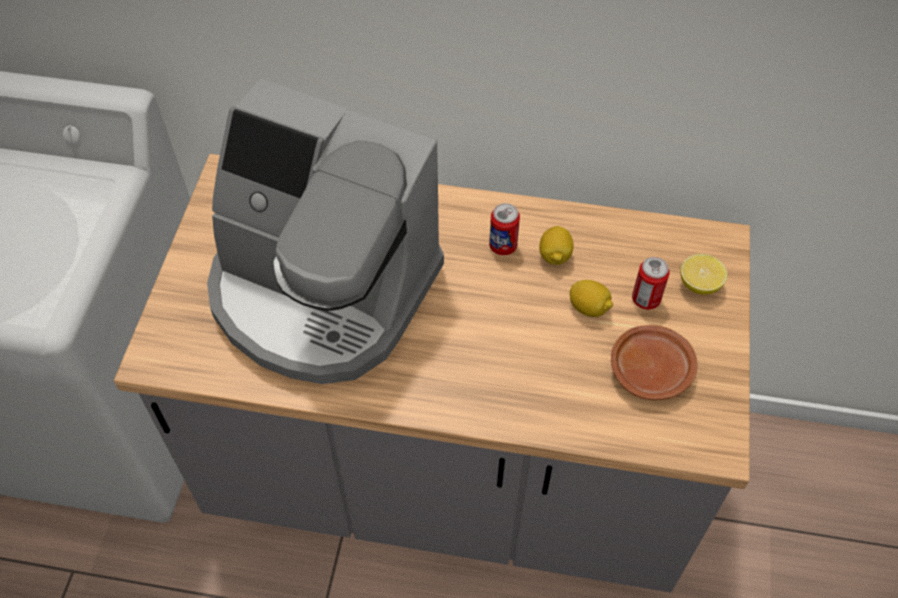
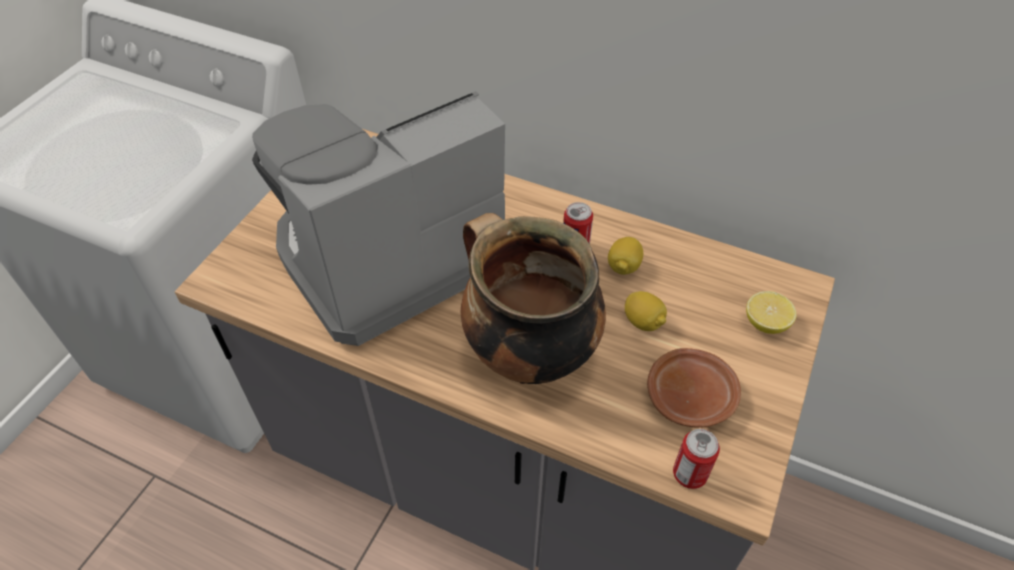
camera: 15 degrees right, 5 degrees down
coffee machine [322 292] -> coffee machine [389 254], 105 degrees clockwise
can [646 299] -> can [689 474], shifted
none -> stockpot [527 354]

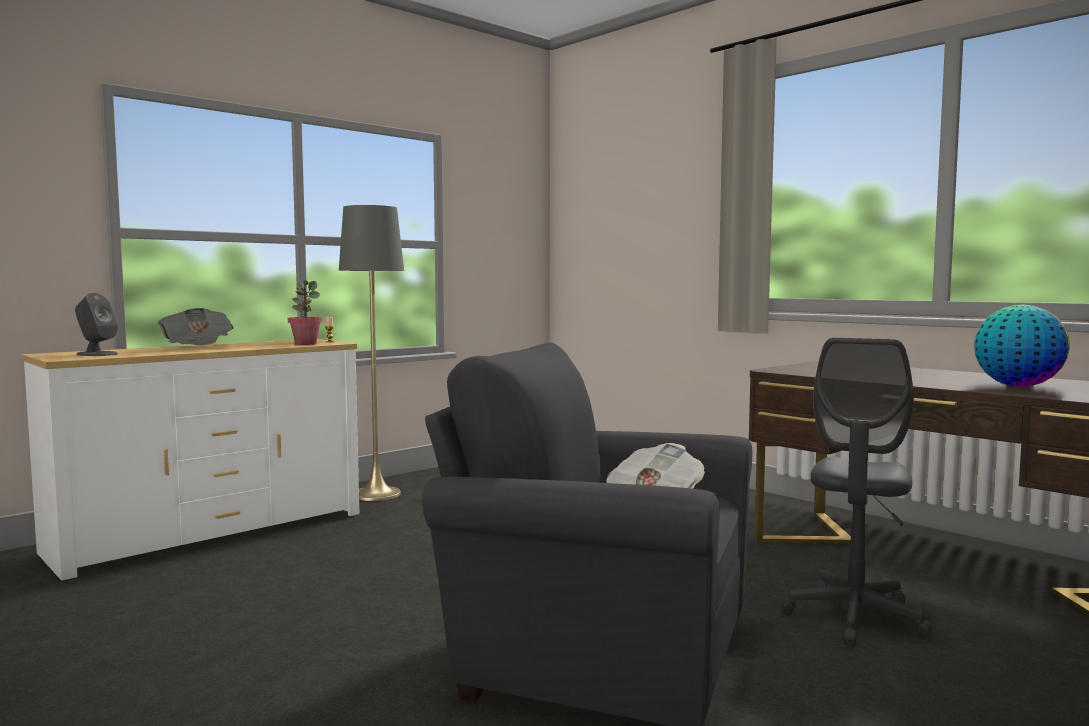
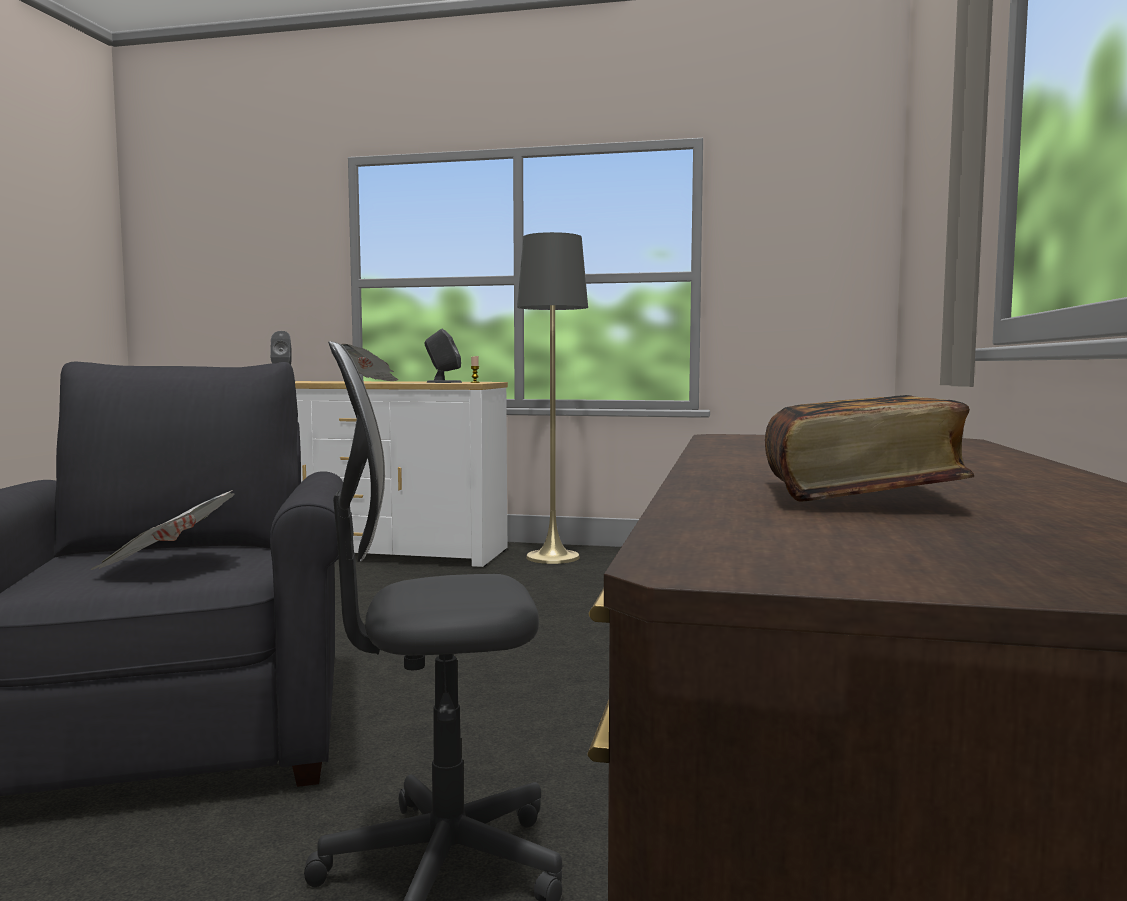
camera: 55 degrees right, 0 degrees up
potted plant [305 344] -> greyish loudspeaker [443 382]
globe [1017 386] -> bound book [857 495]

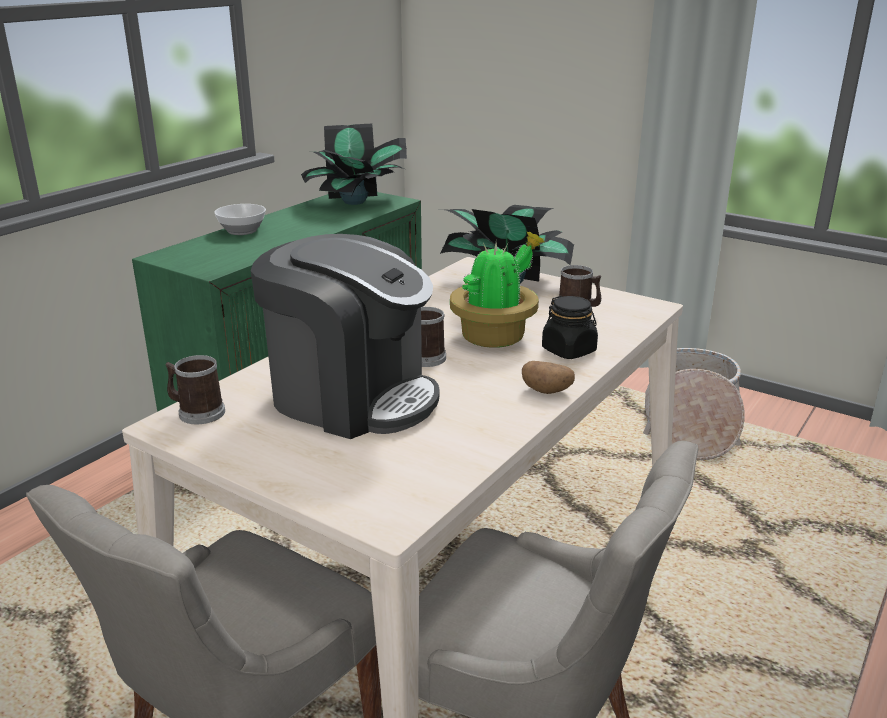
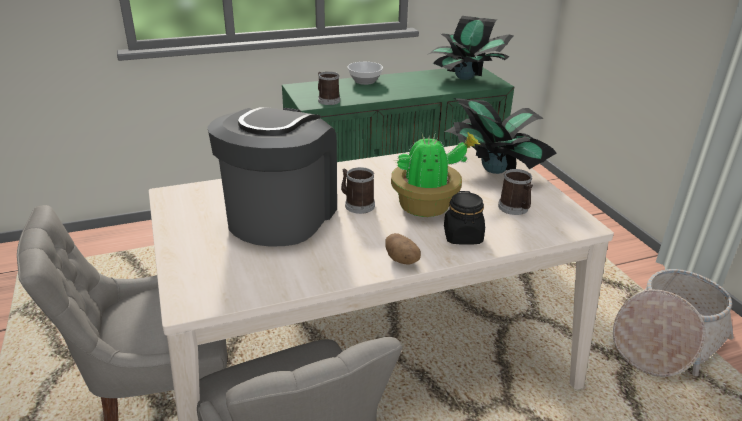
camera: 35 degrees right, 5 degrees up
mug [197 412] -> mug [327 100], shifted
coffee machine [352 397] -> coffee machine [280 215], 135 degrees counterclockwise

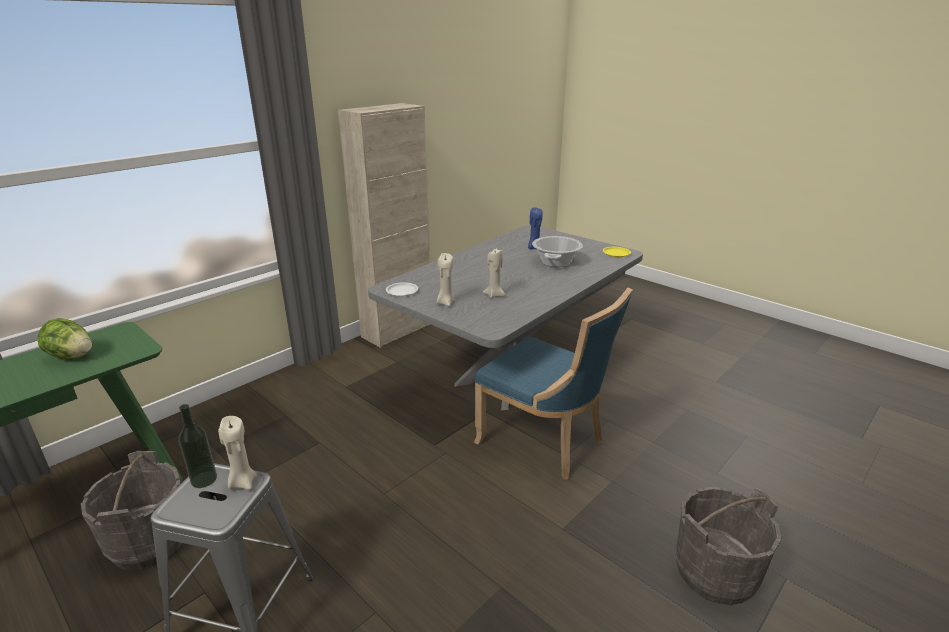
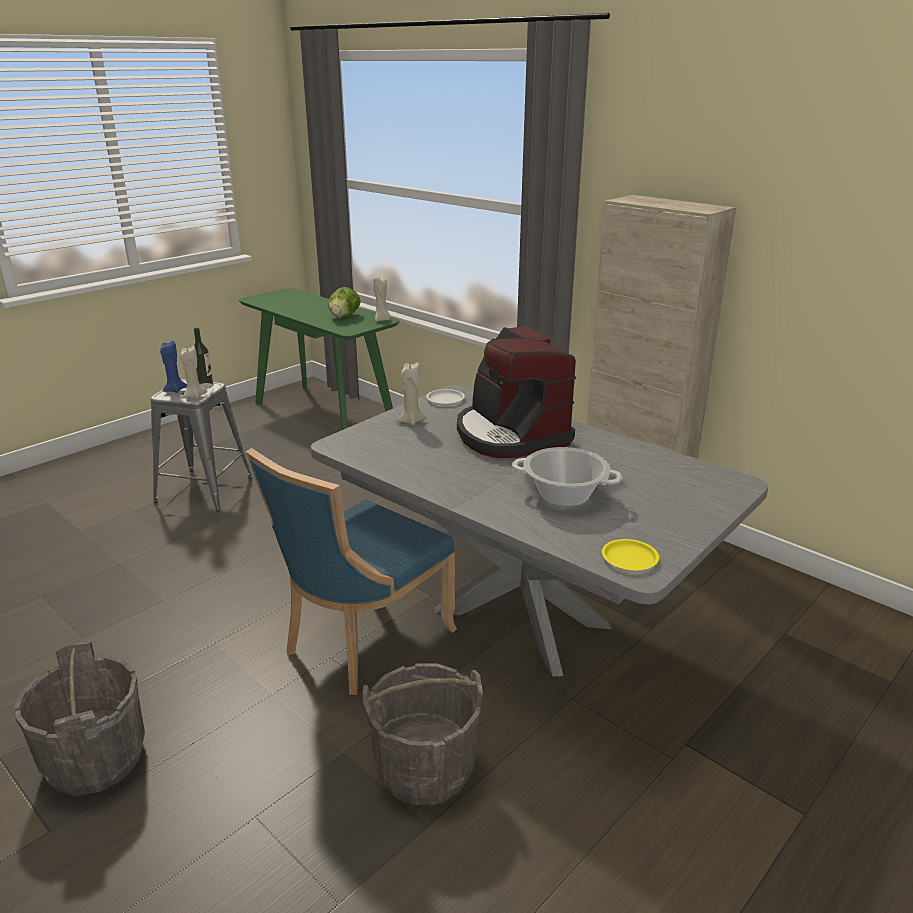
camera: 90 degrees right, 0 degrees up
greyish pail [149 541] -> greyish pail [425 768], shifted
beige candle [494 295] -> beige candle [382 320], shifted
bluish candle [534 248] -> bluish candle [174 390], shifted
none -> coffee machine [510 434]

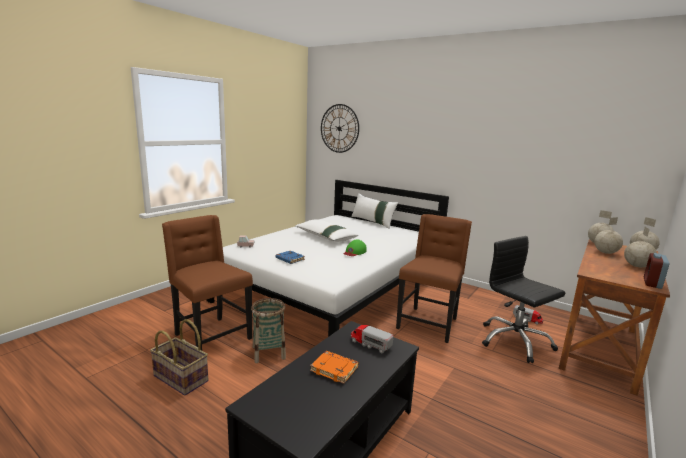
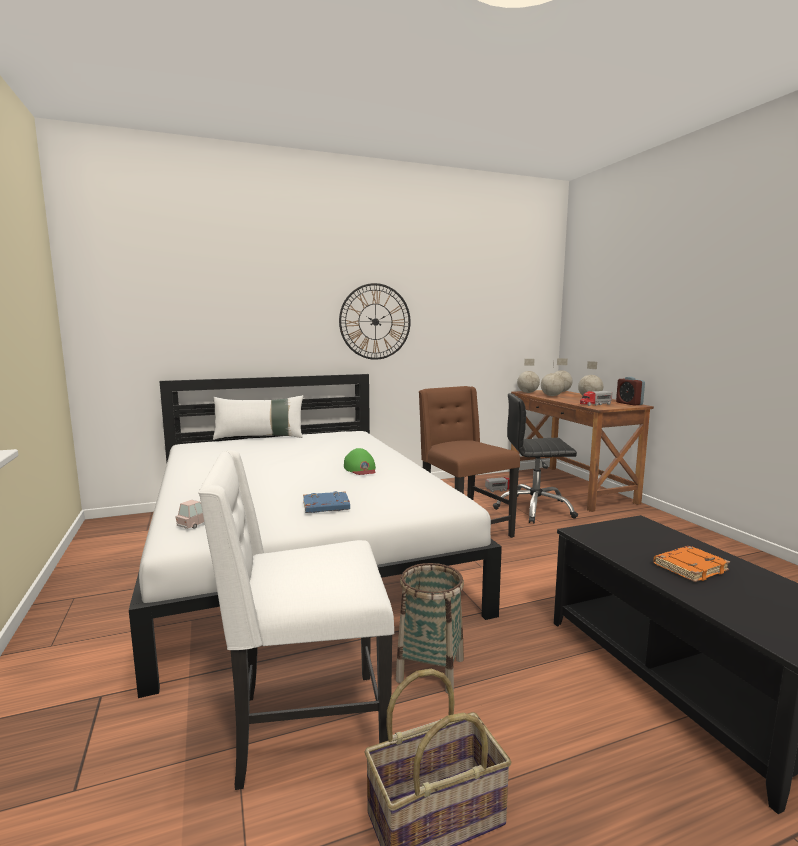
camera: 55 degrees left, 5 degrees down
brown-coloured chair [211 337] -> white-coloured chair [307 729]
white-coloured pillow [325 237] -> none
wall clock [339 128] -> wall clock [375 321], shifted
toy lorry [370 344] -> toy lorry [595 404], shifted

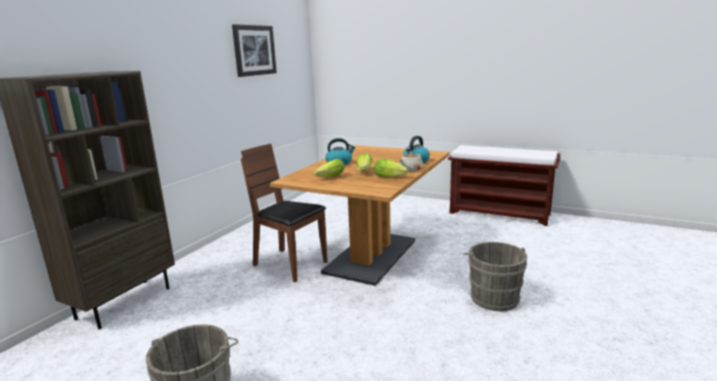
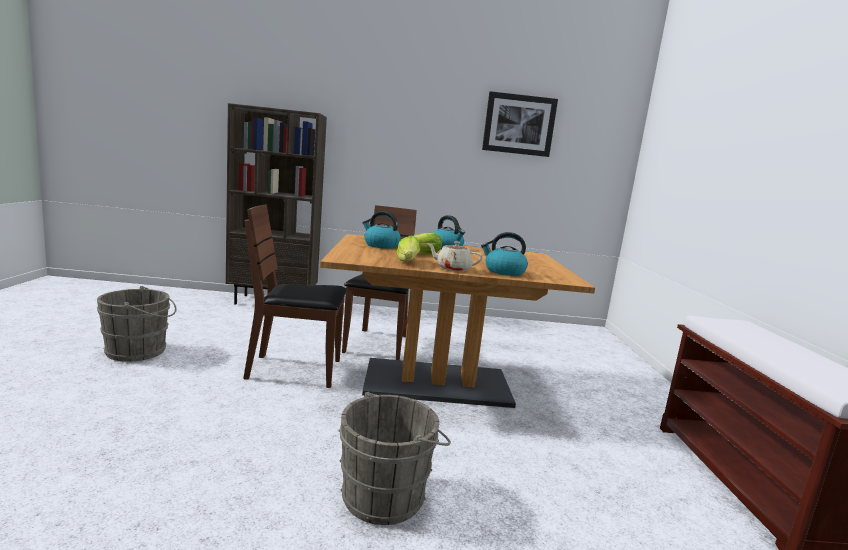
camera: 60 degrees right, 5 degrees down
head of lettuce [329 177] -> water kettle [381 245]
none -> brown-coloured chair [295 370]

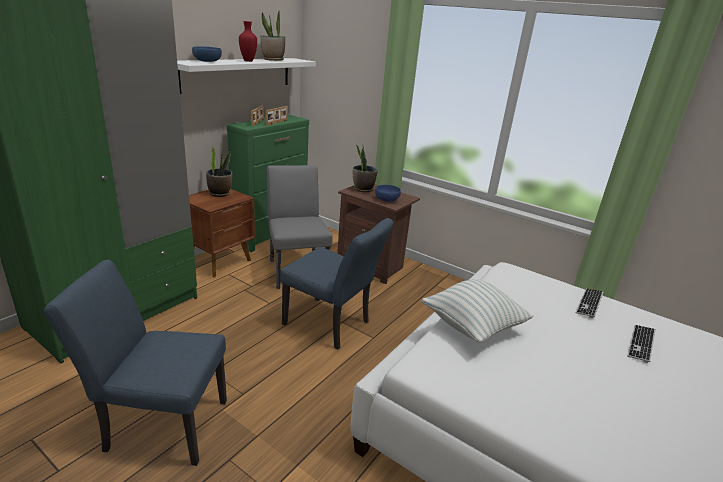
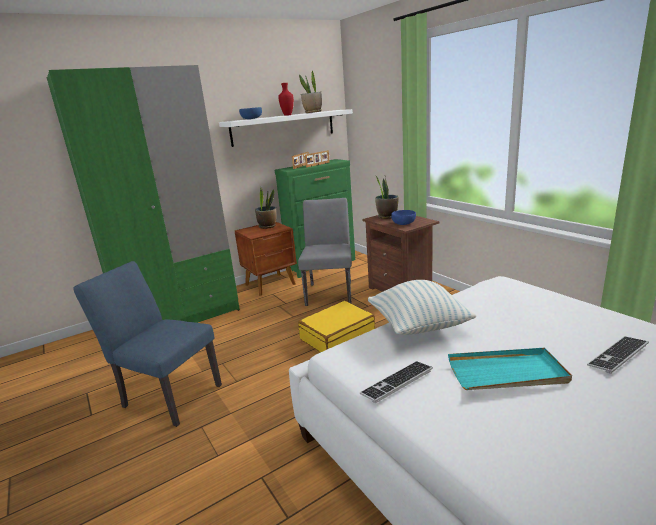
camera: 25 degrees right, 5 degrees down
bluish chair [331 325] -> yellowish piece of luggage [337 336]
PC keyboard [589 303] -> PC keyboard [397 382], shifted
none -> turquoise-coloured tray [507 373]

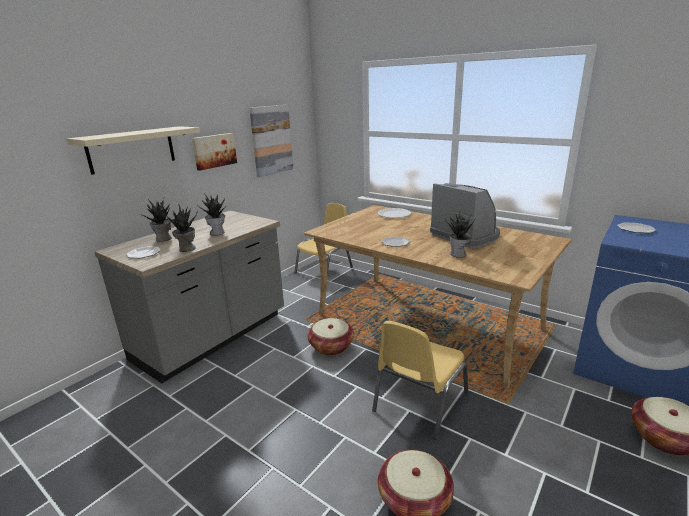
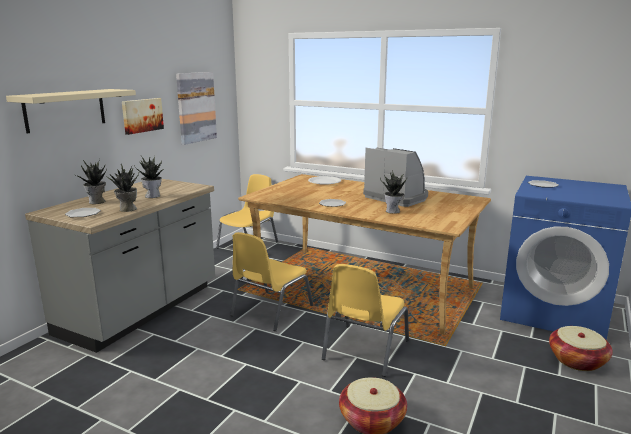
camera: 10 degrees left, 5 degrees down
household basket [331 346] -> yellowish chair [270 311]

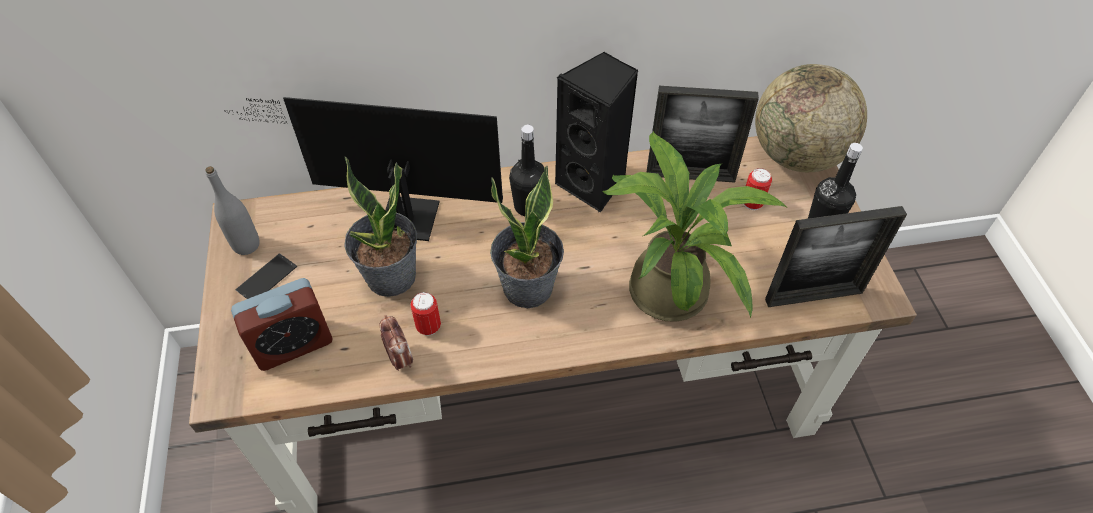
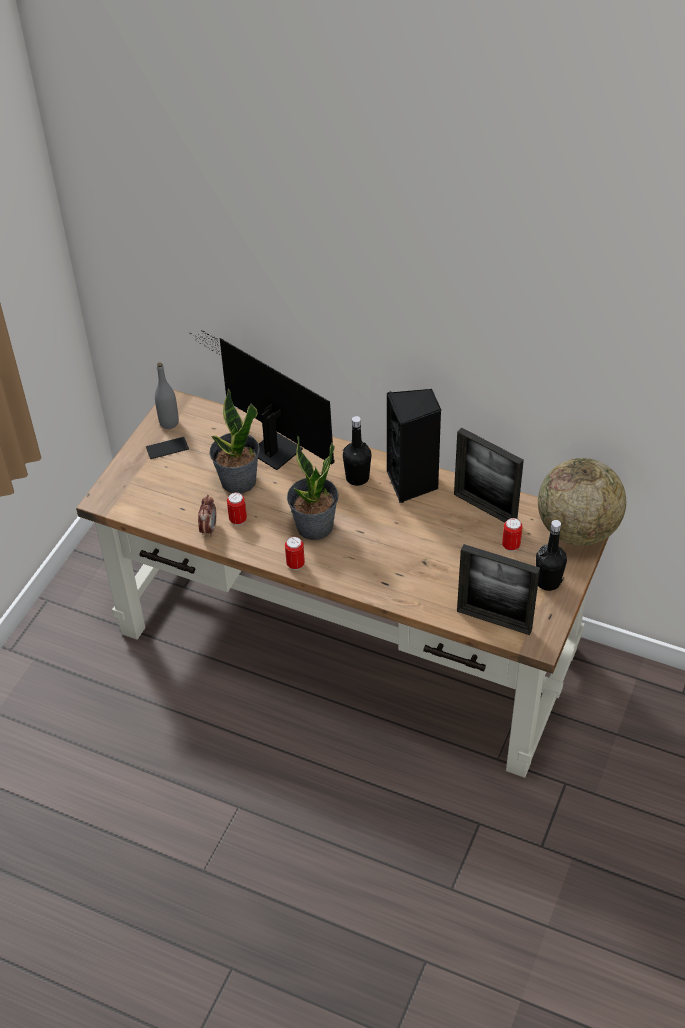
camera: 35 degrees right, 5 degrees down
table clock [293 344] -> none
potted plant [668 283] -> none
none -> can [295 564]

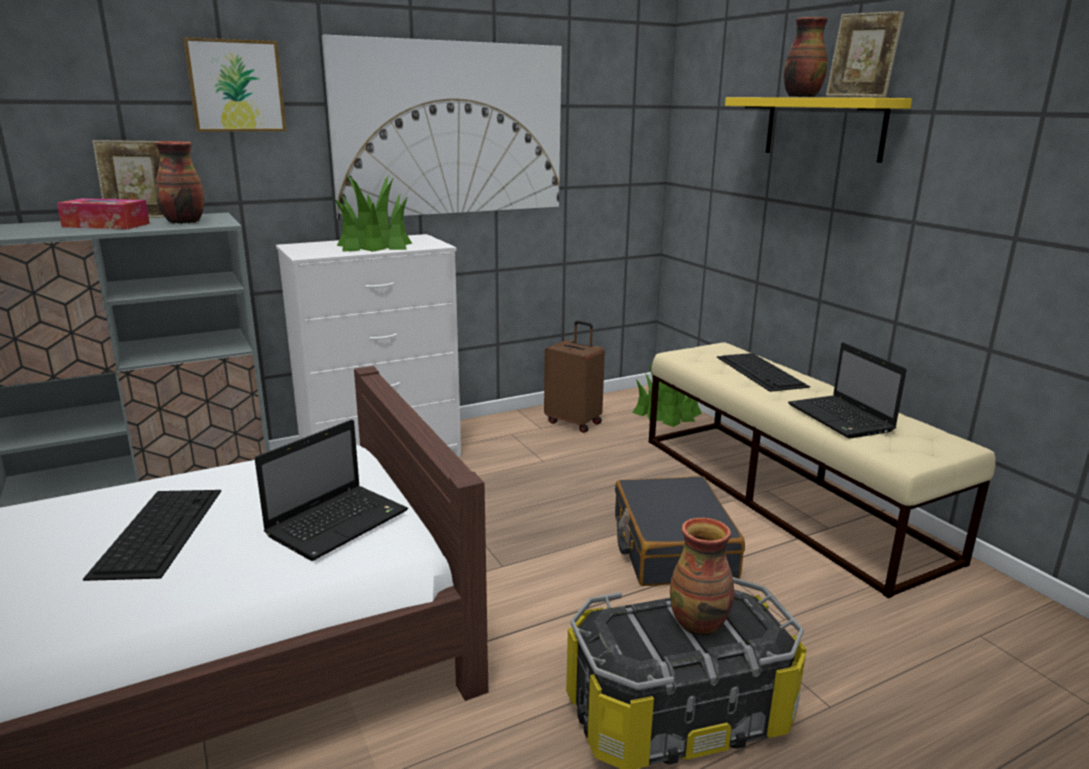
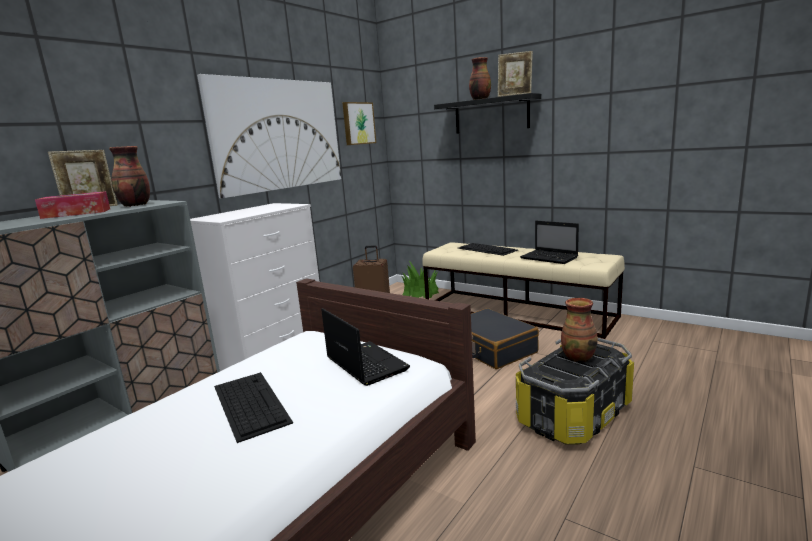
camera: 25 degrees left, 5 degrees down
picture [235 86] -> picture [358 123], shifted
laptop [339 522] -> laptop [365 364], 45 degrees counterclockwise
potted plant [374 244] -> none
yellowish shelf [823 128] -> black shelf [491 115]

